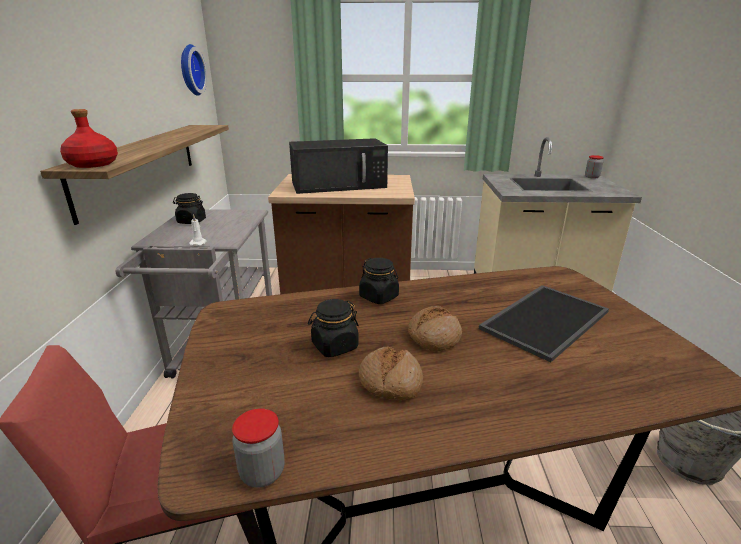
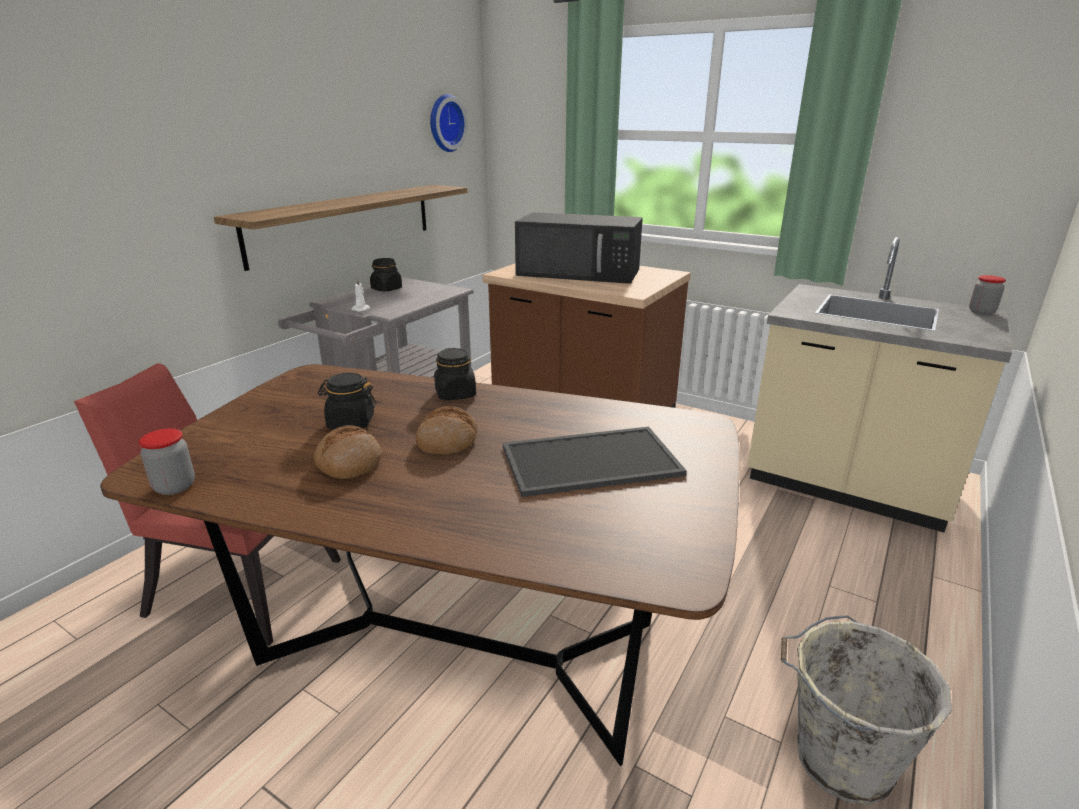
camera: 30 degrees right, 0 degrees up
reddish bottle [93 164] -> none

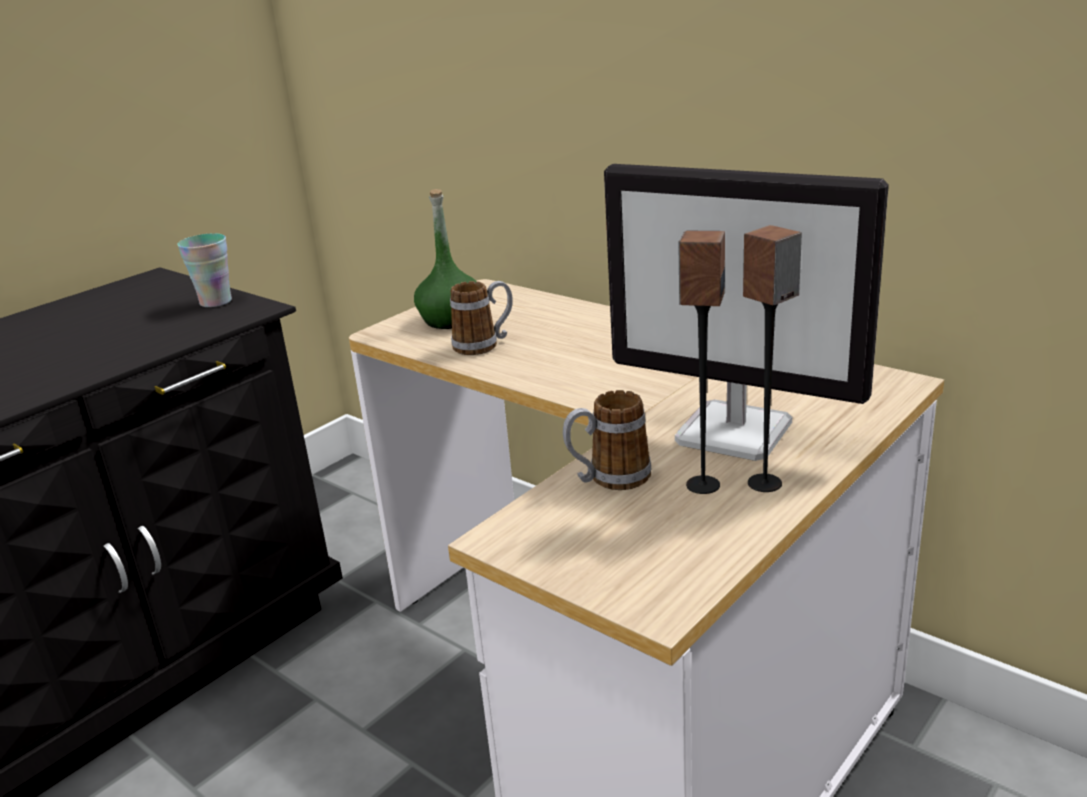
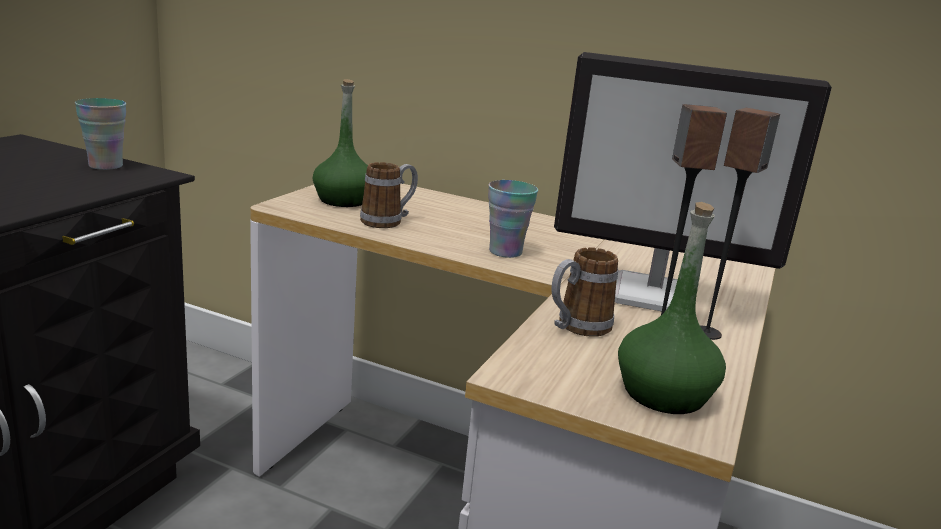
camera: 20 degrees left, 5 degrees down
none -> cup [505 252]
none -> green bottle [664 394]

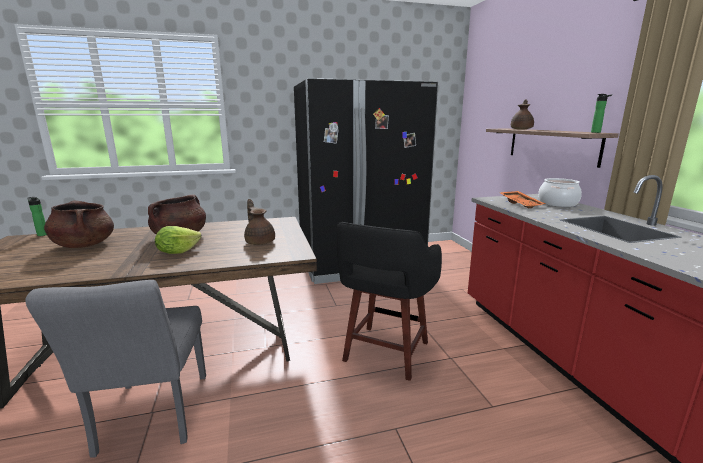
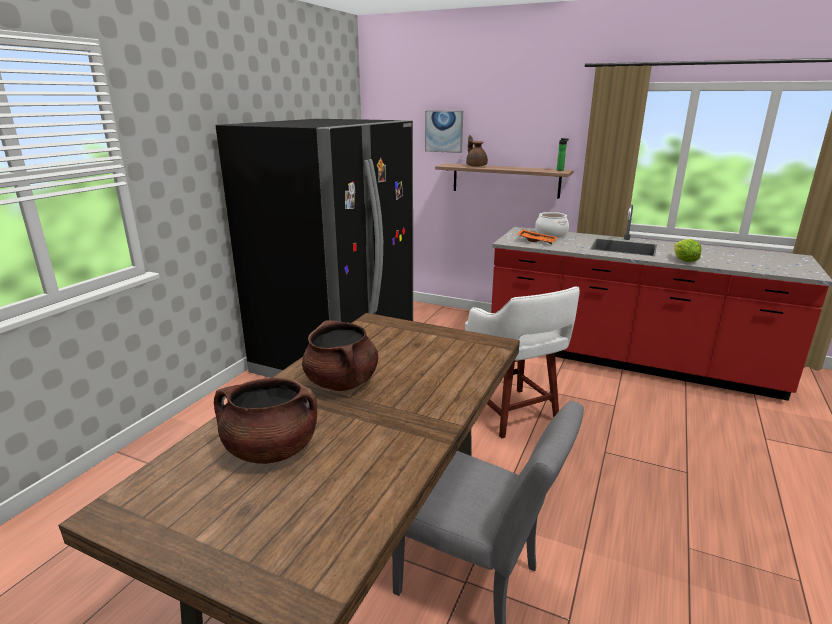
camera: 50 degrees left, 5 degrees up
bottle [42 234] -> none
head of lettuce [178 252] -> head of lettuce [684 261], shifted
brown-coloured pot for tea [260 242] -> none
black stool seat [385 353] -> white-coloured stool seat [513 414]
none -> picture [444 131]

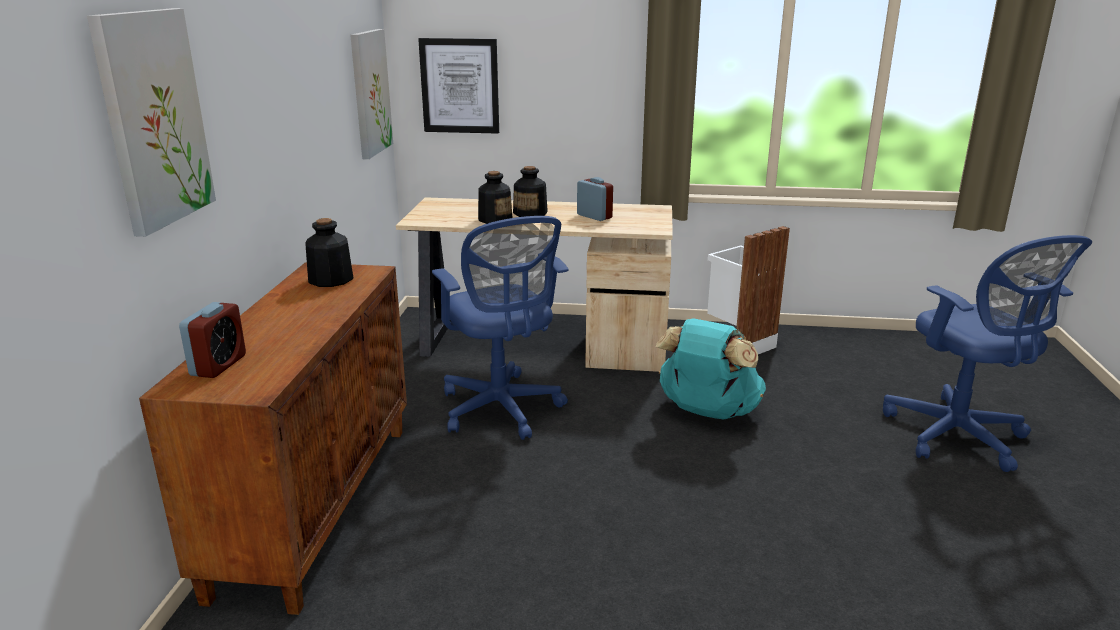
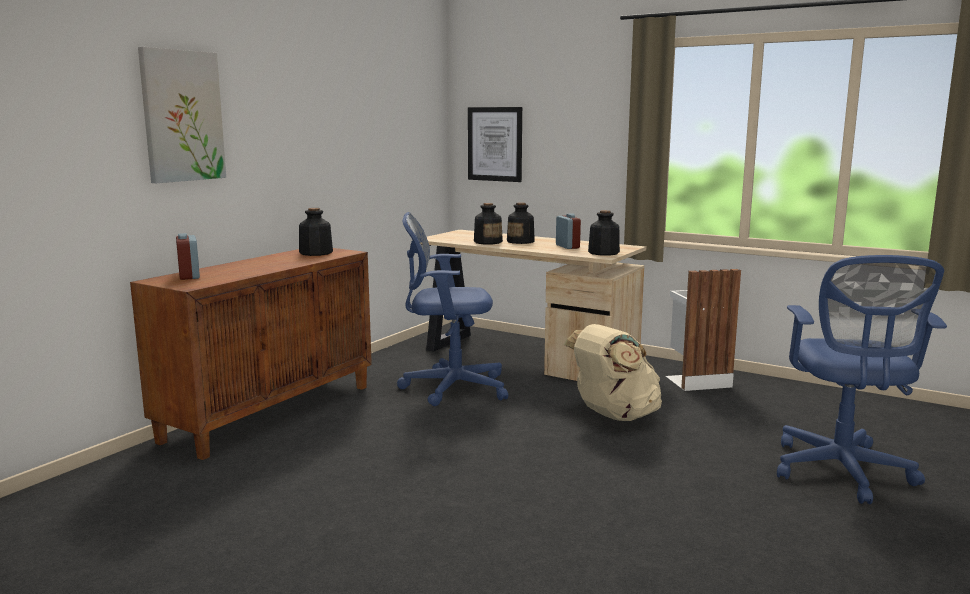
camera: 25 degrees right, 10 degrees down
table clock [218 365] -> table clock [189 276], 120 degrees clockwise
picture [369 92] -> none
bluish desk chair [502 410] -> bluish desk chair [450 388], 90 degrees clockwise
turquoise-coloured knapsack [707 412] -> beige knapsack [613 415]
none -> bottle [603 253]

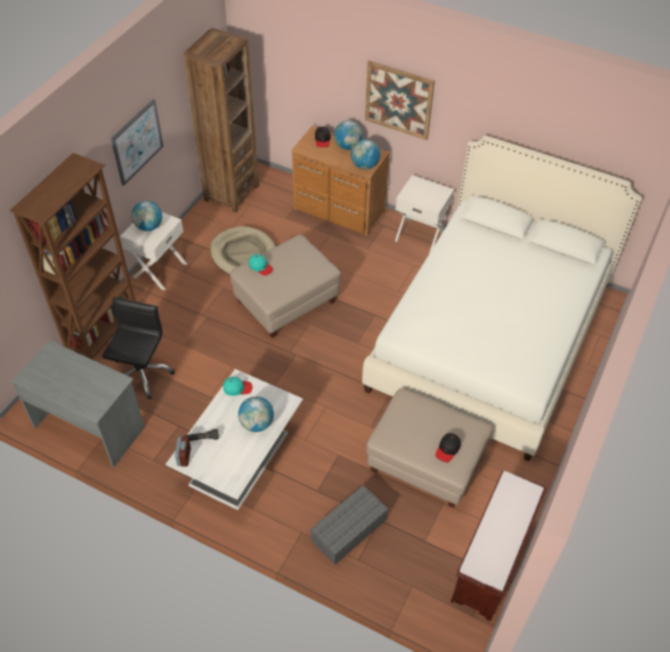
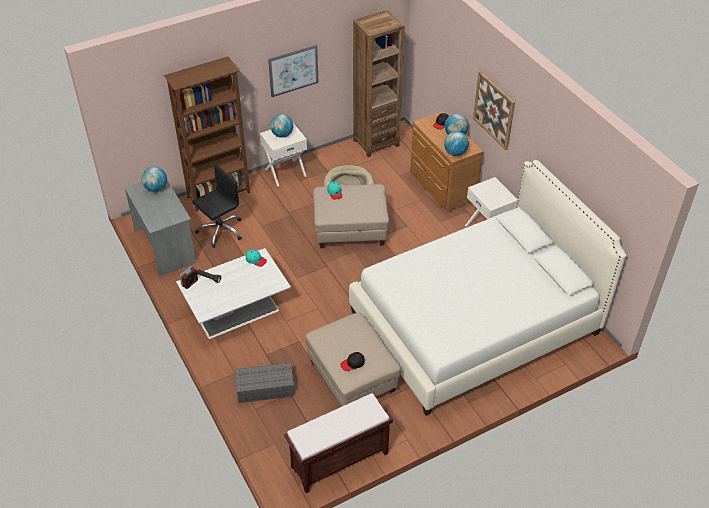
camera: 35 degrees right, 5 degrees down
globe [257 424] -> globe [156 188], shifted

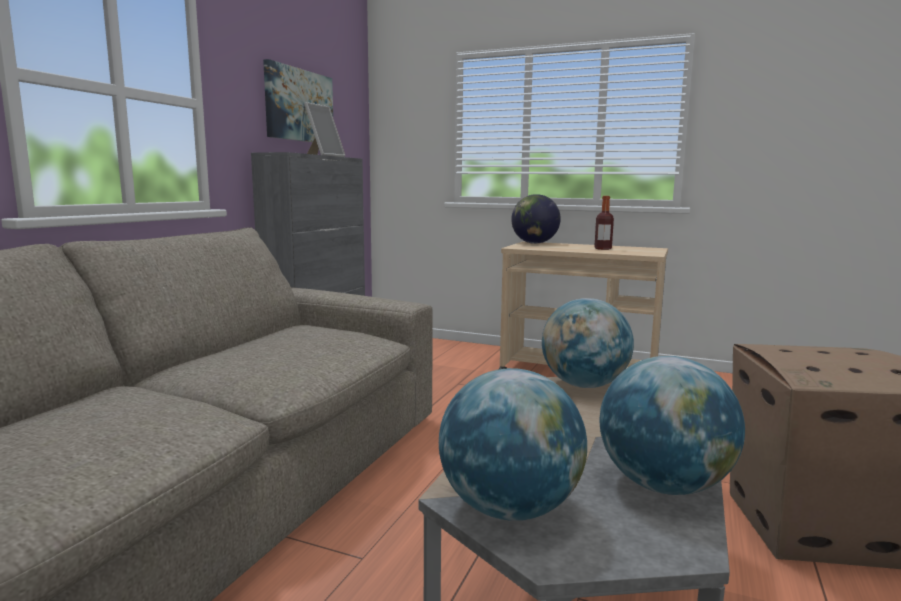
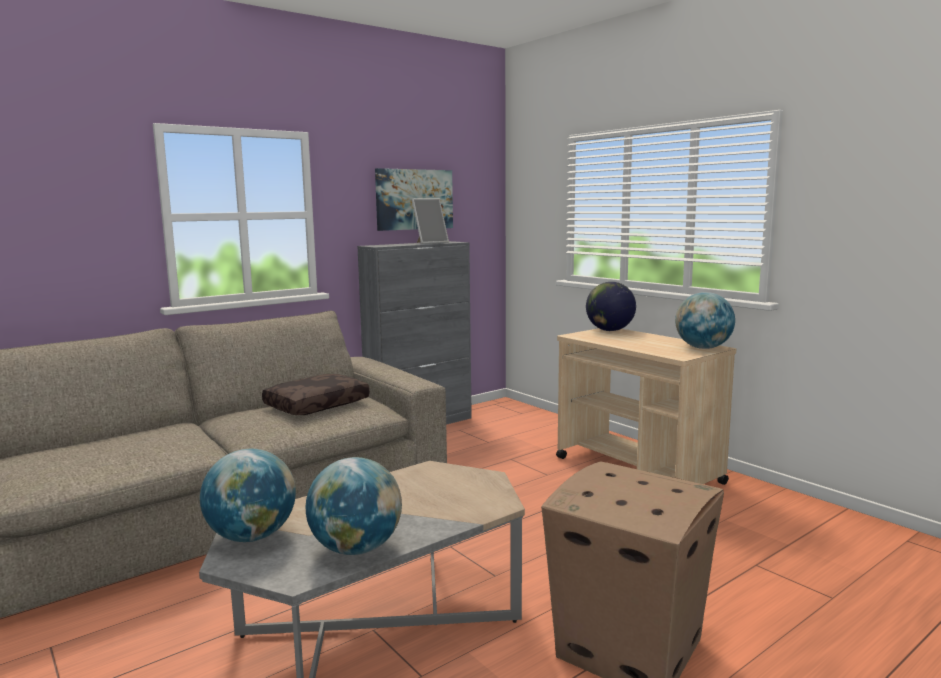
camera: 30 degrees right, 0 degrees up
globe [584 385] -> globe [703 348], shifted
bottle [603 249] -> none
none -> brown-coloured pillow [317 405]

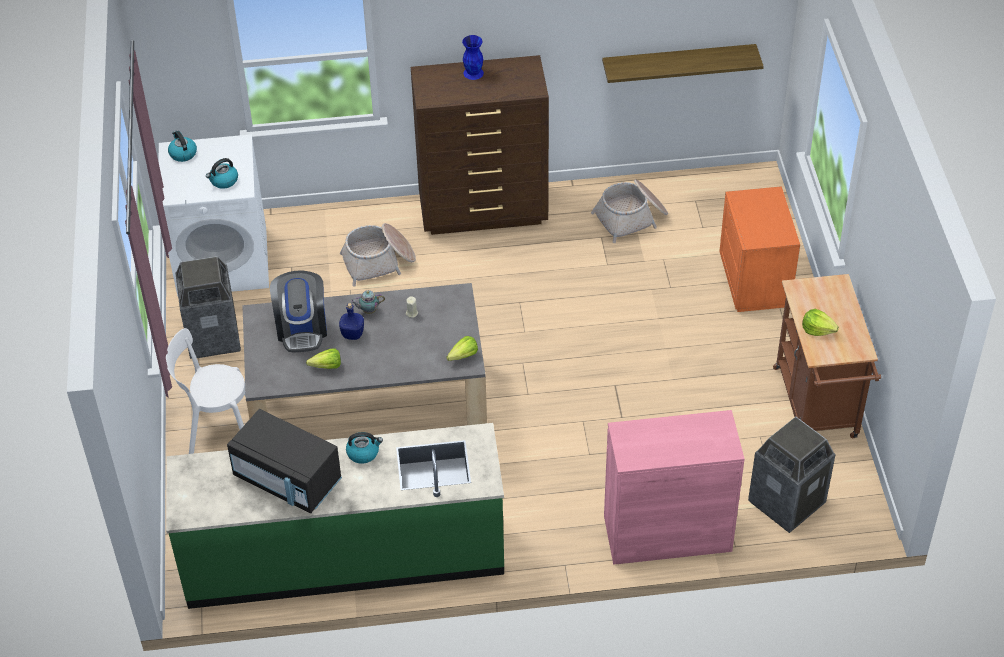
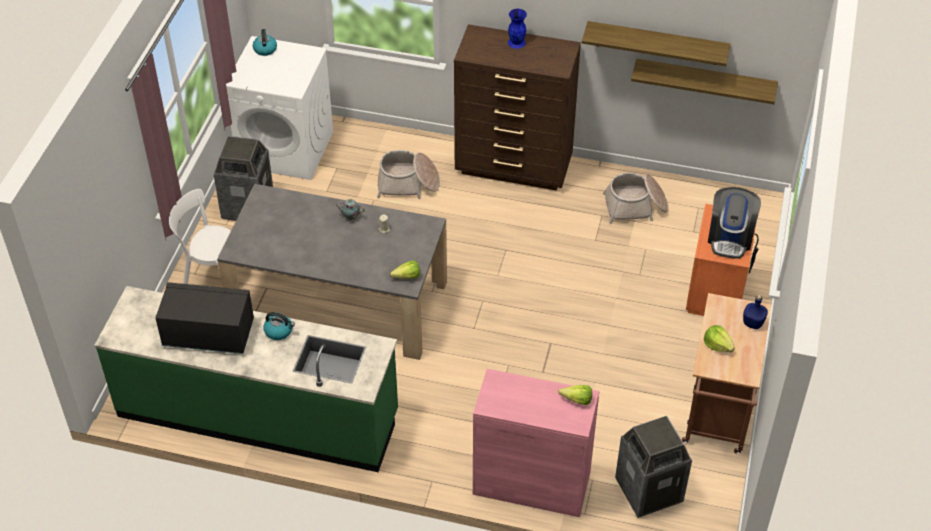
camera: 20 degrees right, 0 degrees up
water kettle [223 181] -> none
black microwave oven [288 479] -> black microwave oven [208 334], 135 degrees clockwise
coffee machine [302 328] -> coffee machine [730 238], shifted
head of lettuce [324 366] -> head of lettuce [574 399], shifted
bluish bottle [352 334] -> bluish bottle [752 323], shifted
none -> shelf [657 43]

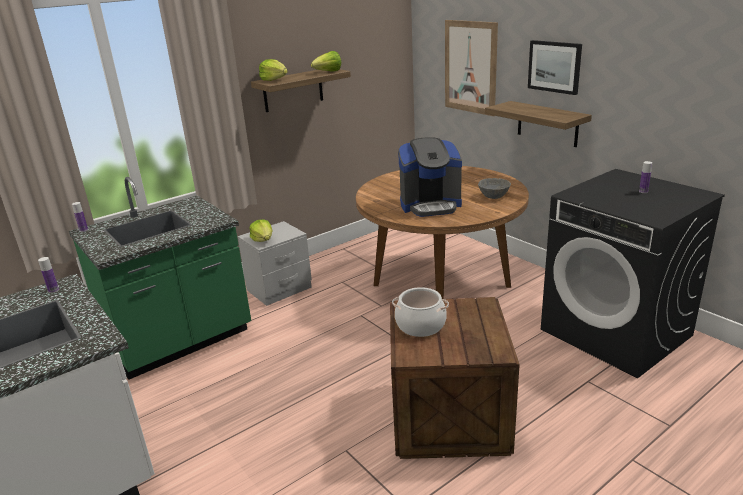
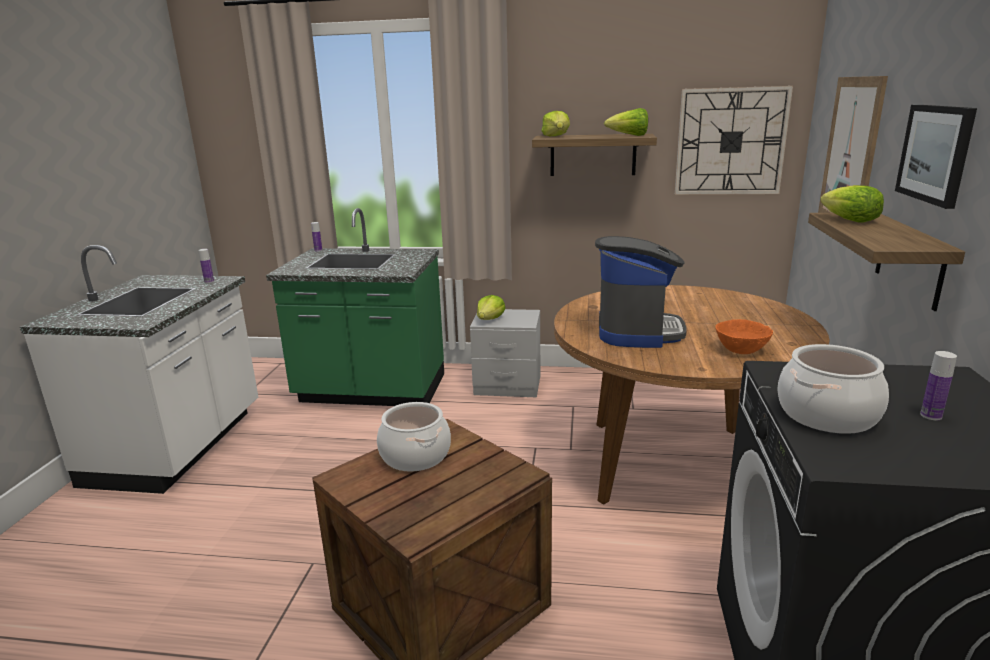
camera: 45 degrees right, 5 degrees down
coffee machine [430 205] -> coffee machine [637 331], 120 degrees counterclockwise
greyish serving bowl [493 196] -> orangey serving bowl [741 350]
none -> wall clock [730 142]
none -> stockpot [827 414]
none -> head of lettuce [849 220]

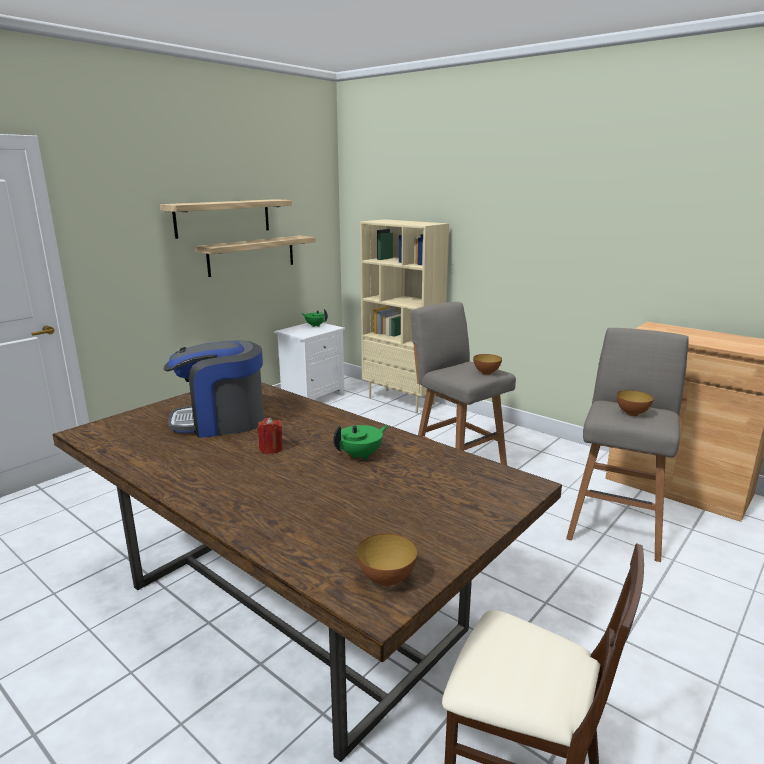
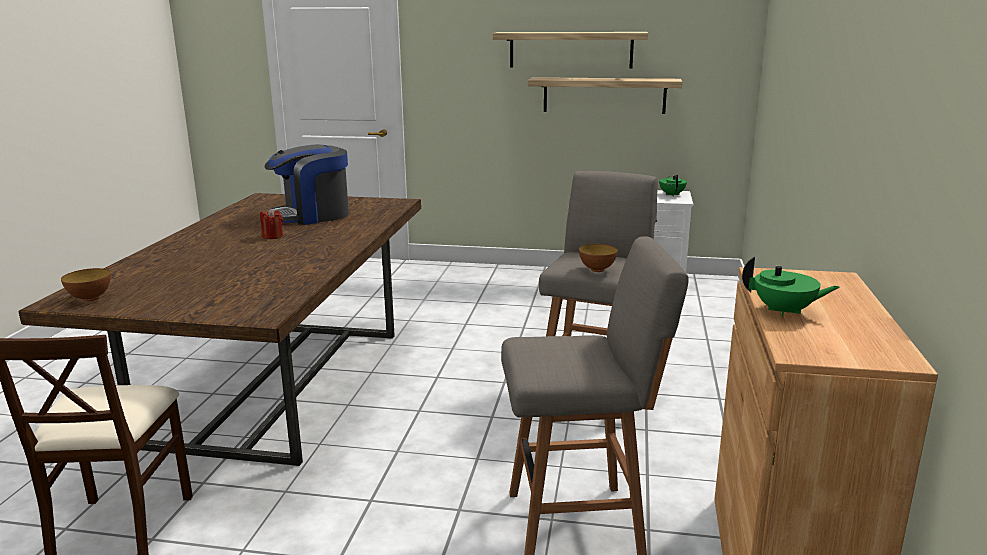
camera: 60 degrees right, 0 degrees up
coffee machine [220 421] -> coffee machine [312 215], 75 degrees counterclockwise
green pot for tea [361 455] -> green pot for tea [784 311], shifted
beige bookshelf [402 400] -> none
serving bowl [632 414] -> none

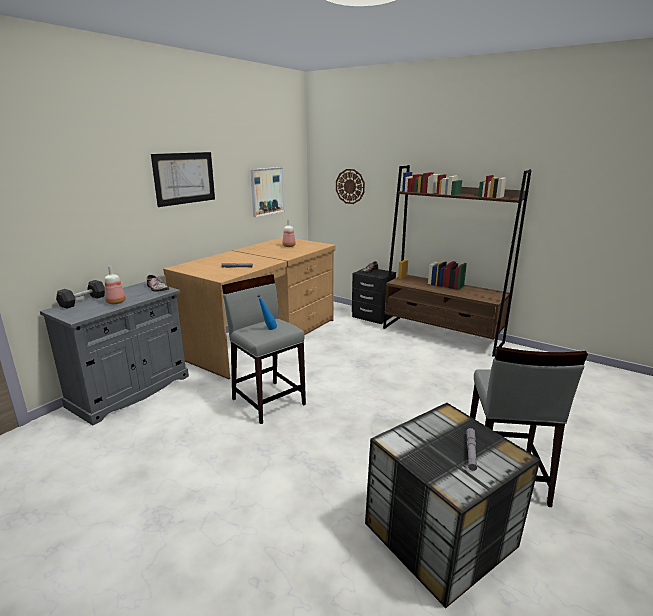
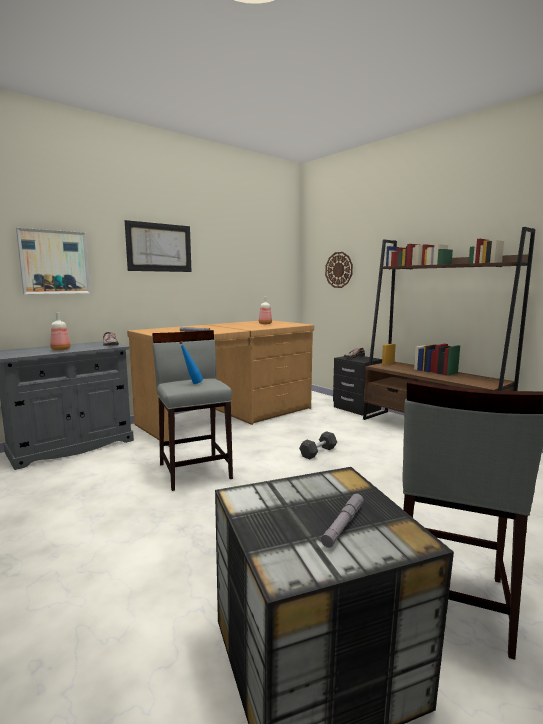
camera: 15 degrees right, 10 degrees down
greyish dumbbell [83 301] -> greyish dumbbell [318 452], shifted
picture [267 191] -> picture [54 262], shifted

